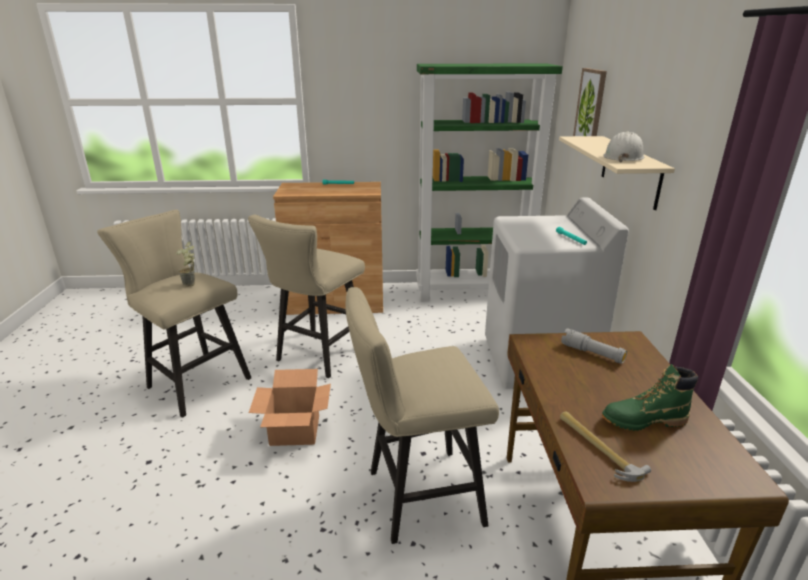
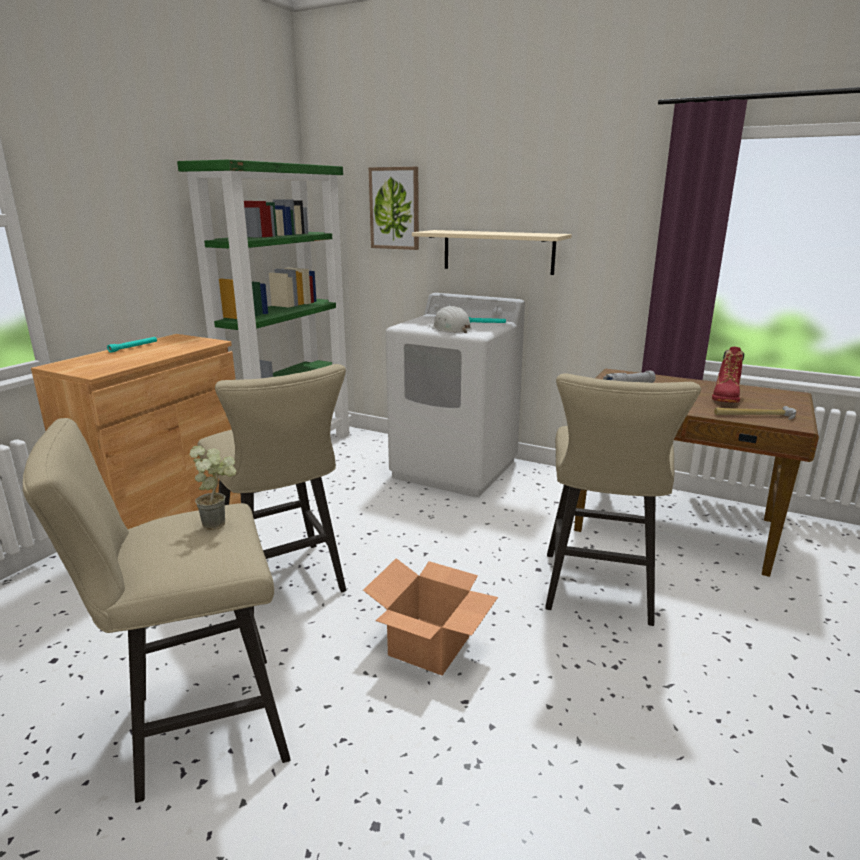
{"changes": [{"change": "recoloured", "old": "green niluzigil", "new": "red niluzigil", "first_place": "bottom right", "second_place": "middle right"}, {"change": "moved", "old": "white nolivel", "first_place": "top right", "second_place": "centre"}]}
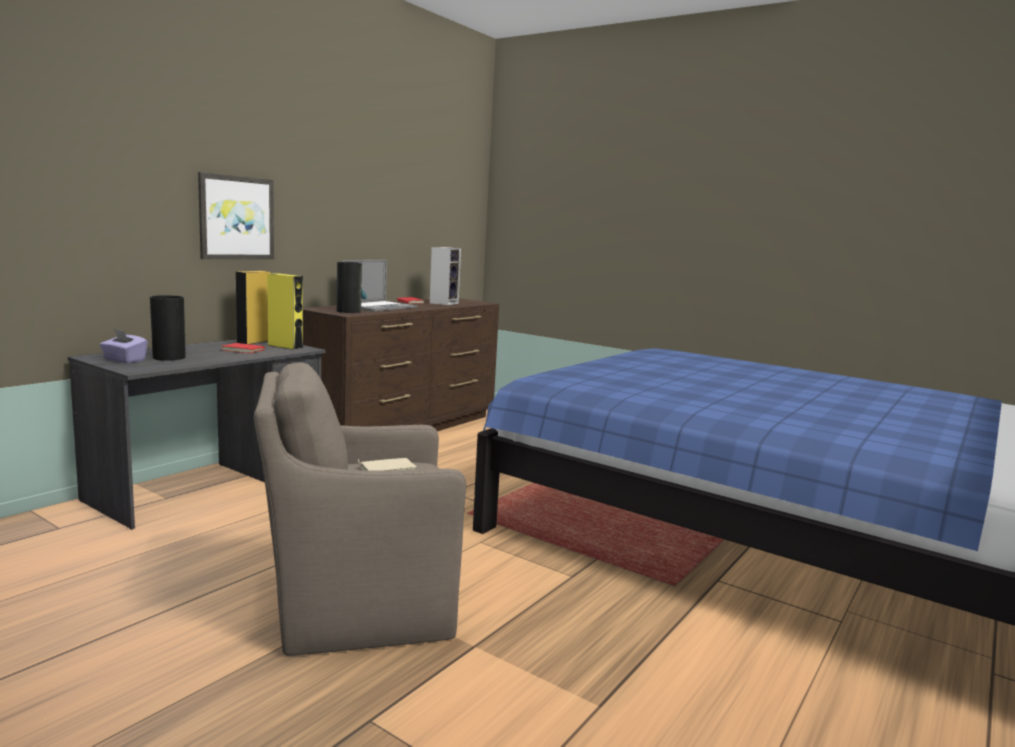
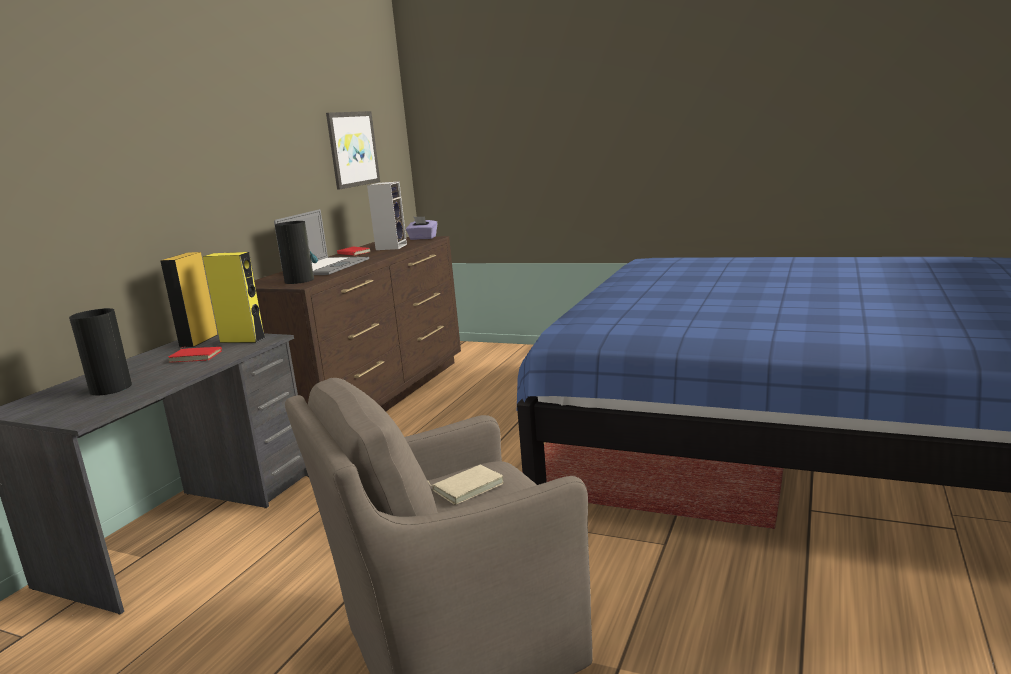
{"changes": [{"change": "moved", "old": "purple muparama", "first_place": "middle left", "second_place": "centre"}, {"change": "moved", "old": "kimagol", "first_place": "top left", "second_place": "top centre"}]}
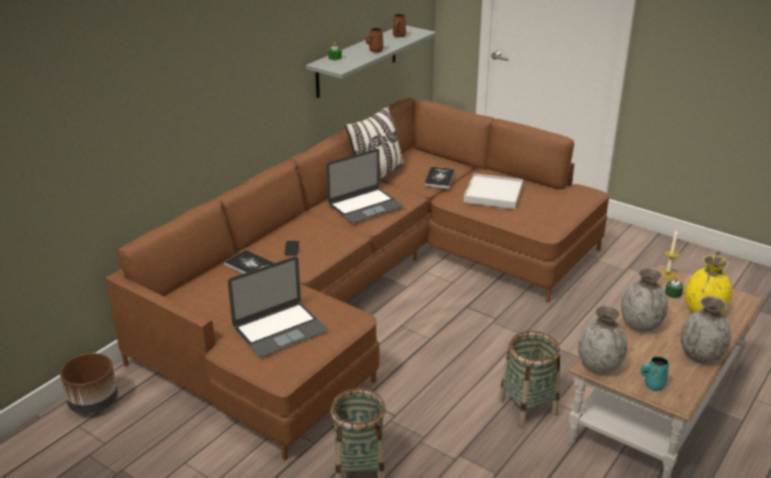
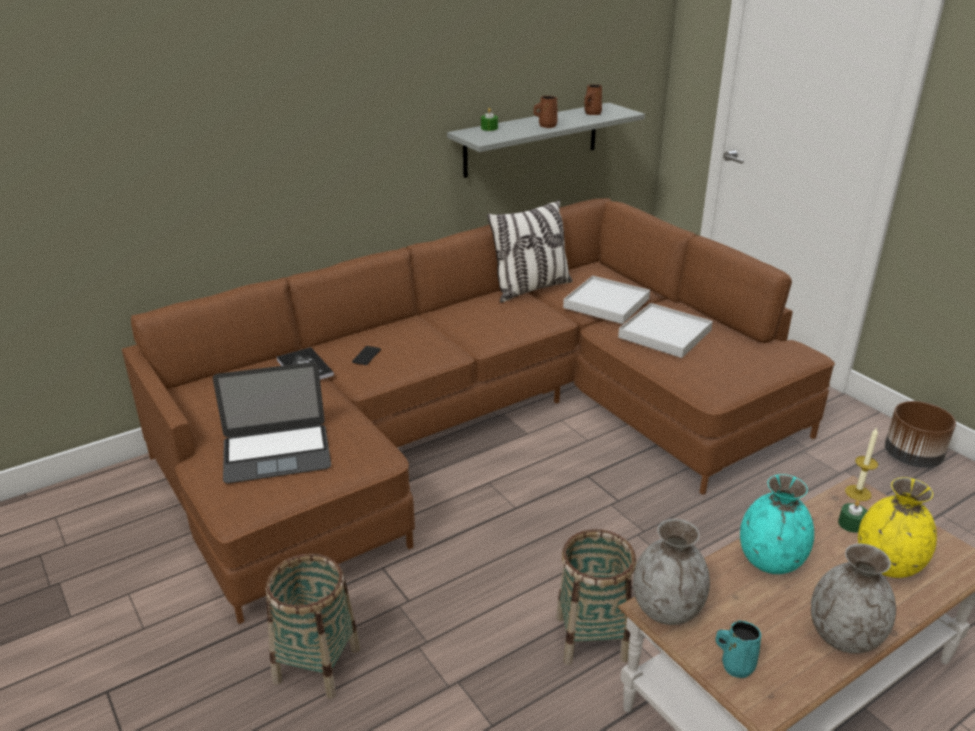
{"changes": [{"change": "moved", "old": "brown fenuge", "first_place": "bottom left", "second_place": "middle right"}, {"change": "removed", "old": "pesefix (2nd from left)", "first_place": "centre"}, {"change": "replaced", "old": "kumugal (2nd from left)", "new": "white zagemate (1st from left)", "first_place": "centre", "second_place": "centre"}, {"change": "recoloured", "old": "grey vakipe (2nd from left)", "new": "turquoise vakipe", "first_place": "middle right", "second_place": "bottom right"}]}
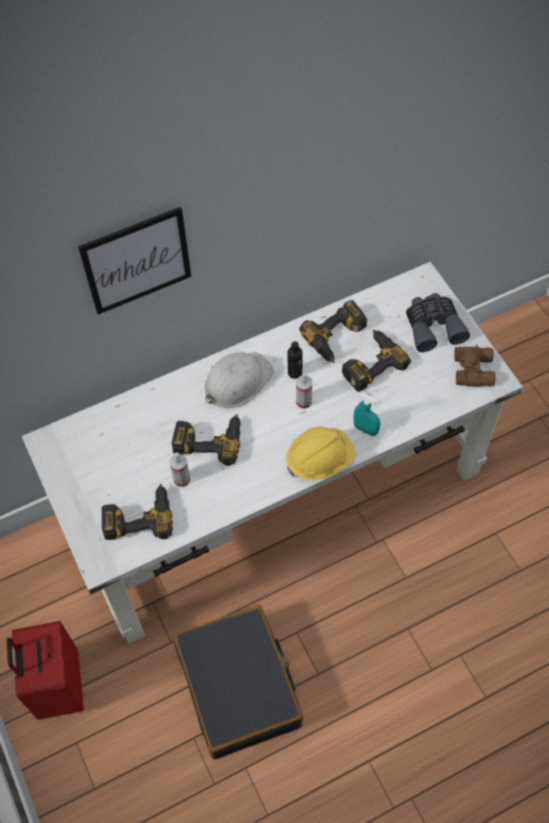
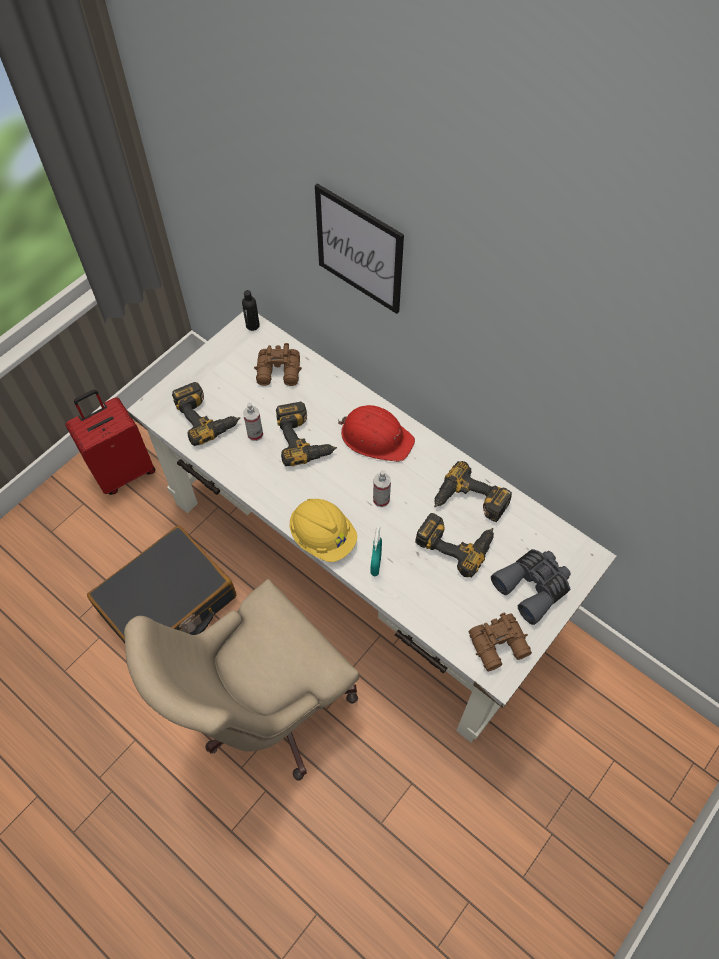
{"changes": [{"change": "recoloured", "old": "white nolivel", "new": "red nolivel", "first_place": "centre", "second_place": "centre"}, {"change": "moved", "old": "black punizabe", "first_place": "centre", "second_place": "top centre"}, {"change": "added", "new": "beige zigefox", "second_place": "bottom centre"}, {"change": "added", "new": "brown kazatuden (1st from left)", "second_place": "centre"}]}
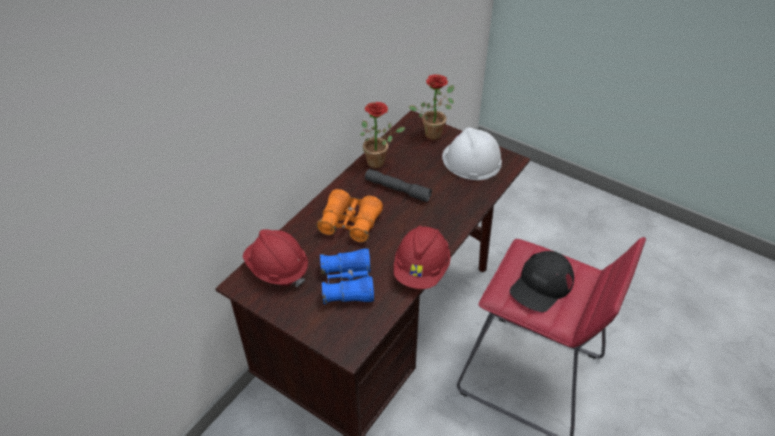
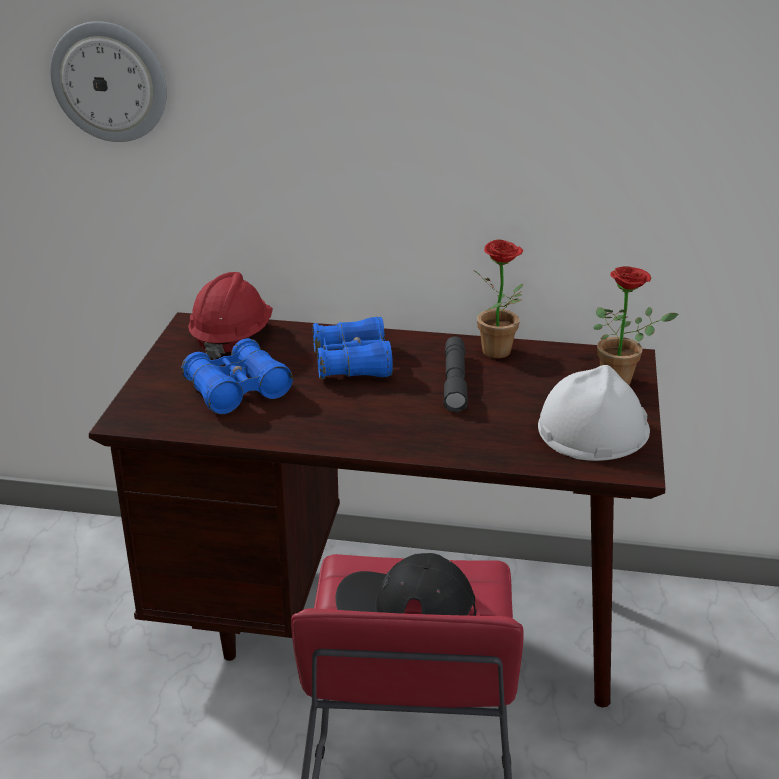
{"changes": [{"change": "recoloured", "old": "orange kazatuden", "new": "blue kazatuden (2nd from left)", "first_place": "centre", "second_place": "centre"}, {"change": "removed", "old": "red nolivel (2nd from left)", "first_place": "centre"}, {"change": "added", "new": "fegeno", "second_place": "top left"}]}
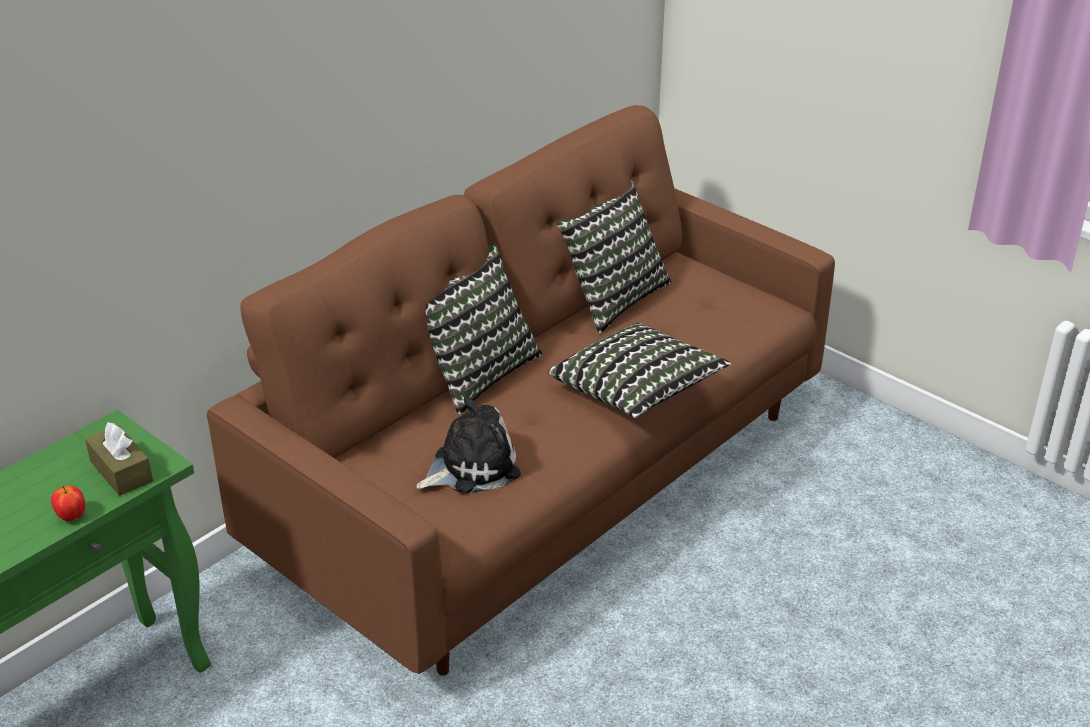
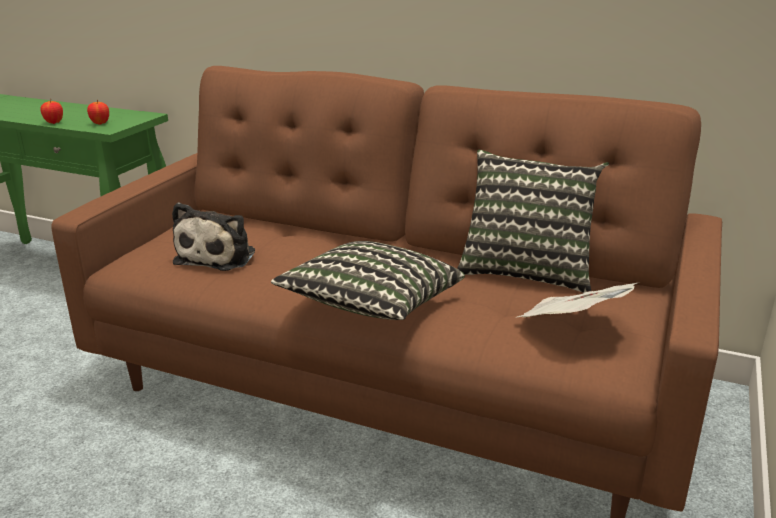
{"changes": [{"change": "replaced", "old": "brown muparama", "new": "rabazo (2nd from left)", "first_place": "middle left", "second_place": "top left"}, {"change": "turned", "old": "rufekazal", "first_place": "centre", "second_place": "middle left", "degrees": 60}, {"change": "removed", "old": "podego (1st from left)", "first_place": "centre"}, {"change": "added", "new": "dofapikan", "second_place": "middle right"}]}
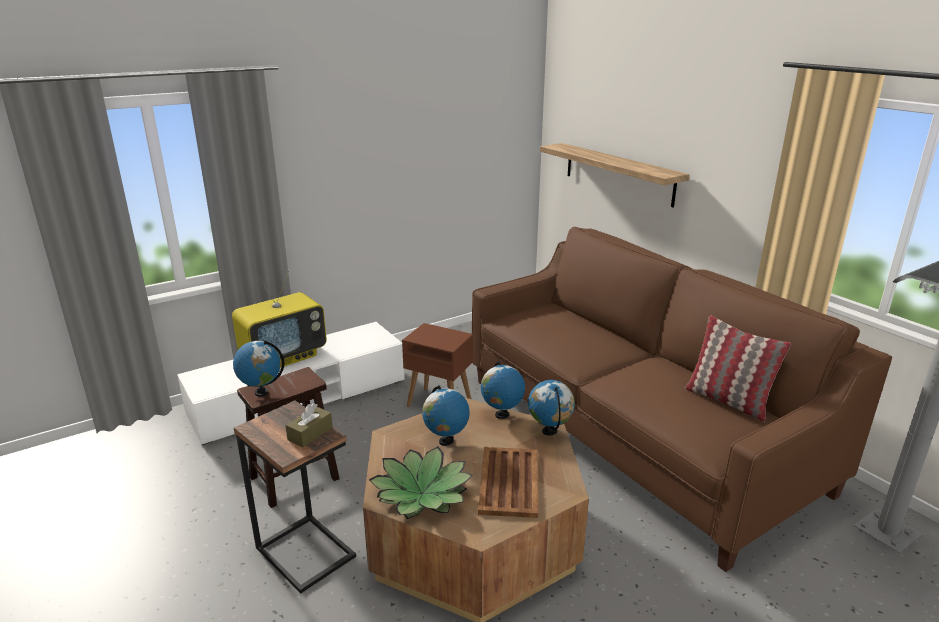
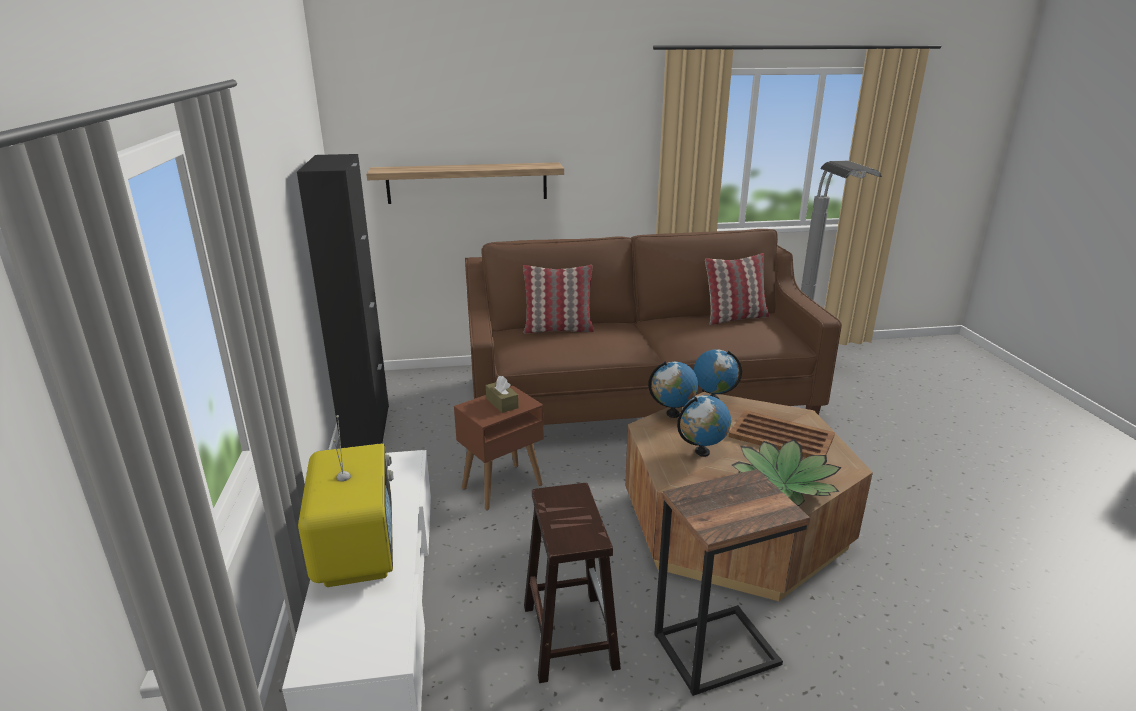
{"changes": [{"change": "removed", "old": "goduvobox (1st from left)", "first_place": "middle left"}, {"change": "moved", "old": "brown muparama", "first_place": "bottom left", "second_place": "centre"}, {"change": "added", "new": "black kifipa", "second_place": "middle left"}, {"change": "added", "new": "podego (1st from left)", "second_place": "centre"}]}
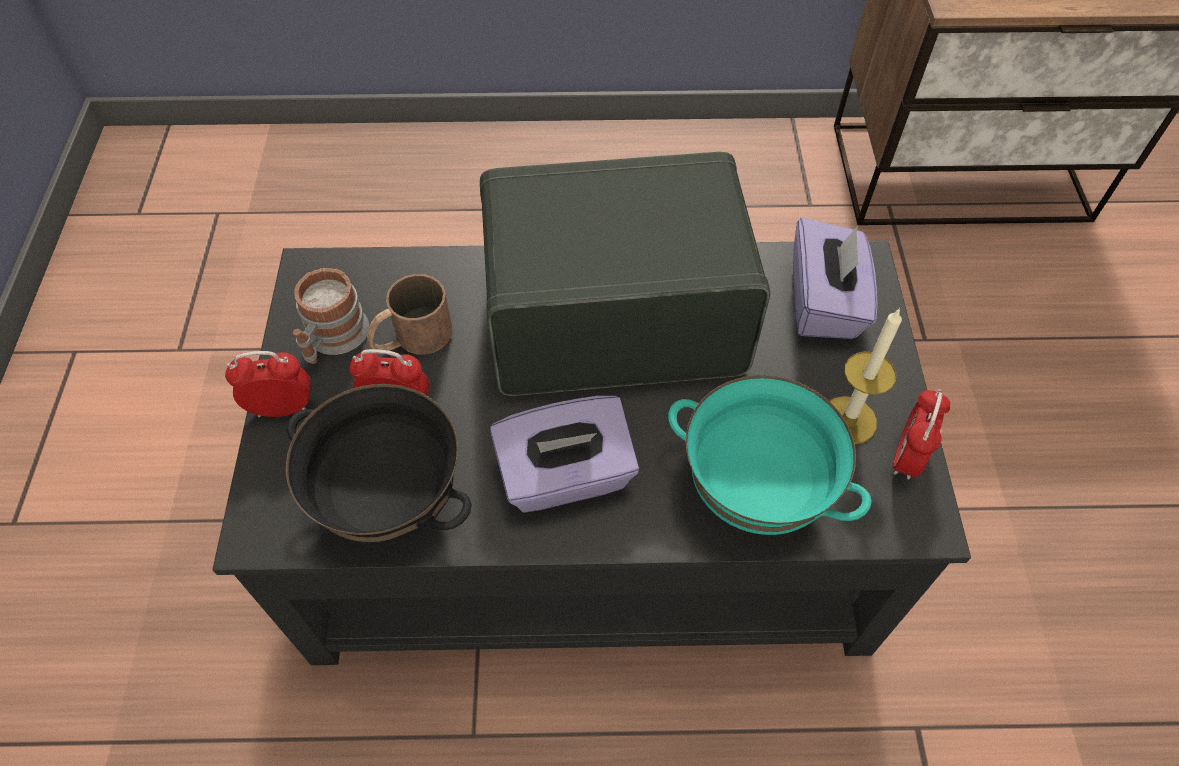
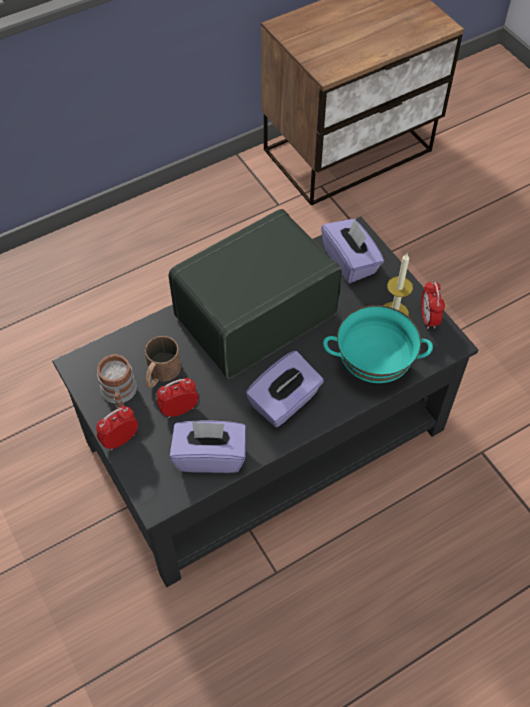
{"changes": [{"change": "replaced", "old": "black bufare", "new": "purple muparama (1st from left)", "first_place": "middle left", "second_place": "centre"}]}
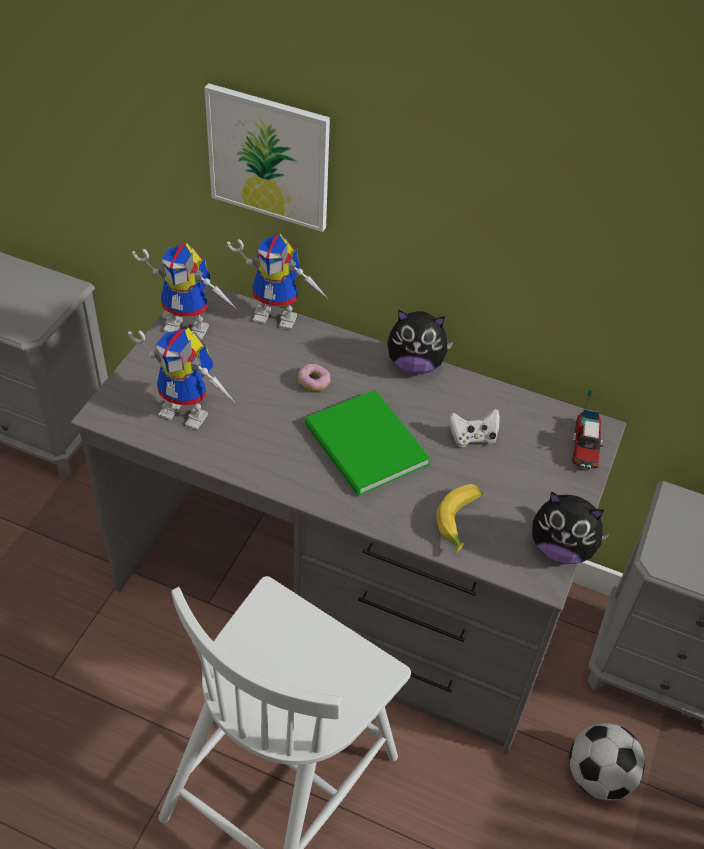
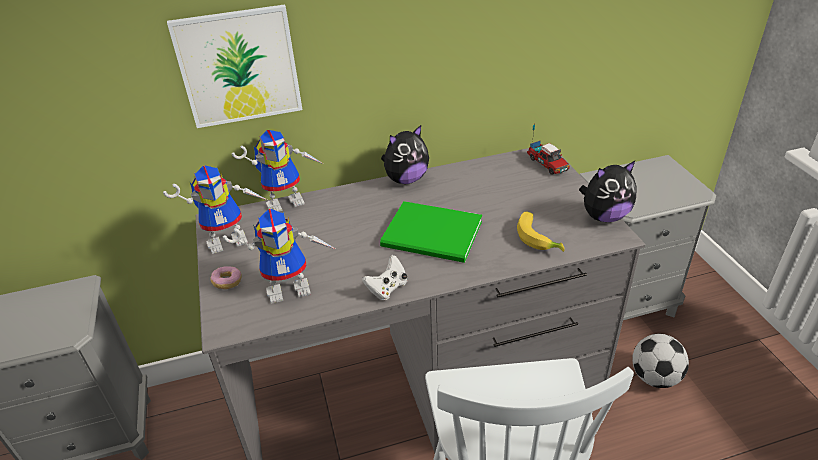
{"changes": [{"change": "moved", "old": "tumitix", "first_place": "centre", "second_place": "middle left"}, {"change": "moved", "old": "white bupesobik", "first_place": "middle right", "second_place": "centre"}]}
